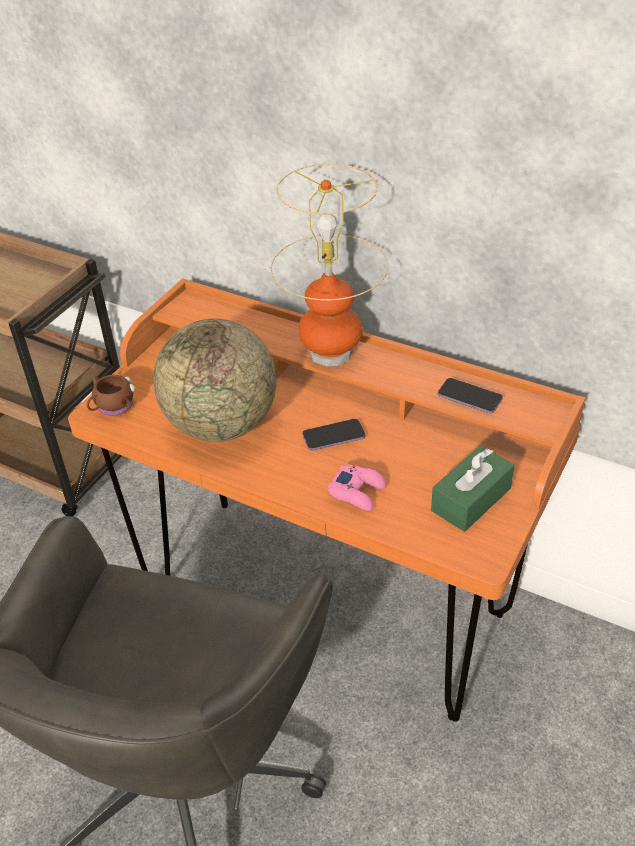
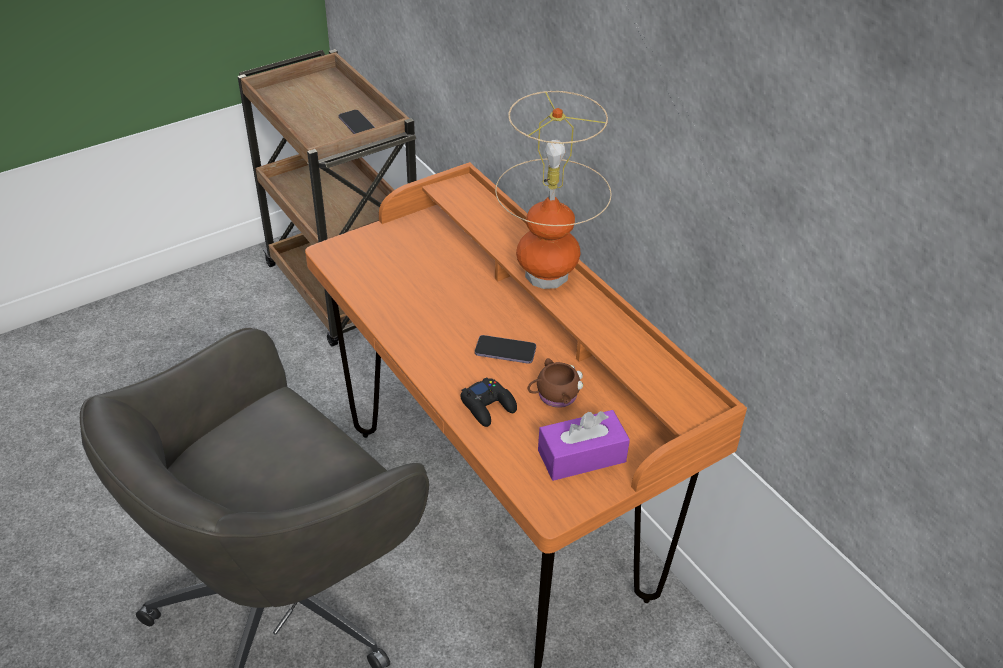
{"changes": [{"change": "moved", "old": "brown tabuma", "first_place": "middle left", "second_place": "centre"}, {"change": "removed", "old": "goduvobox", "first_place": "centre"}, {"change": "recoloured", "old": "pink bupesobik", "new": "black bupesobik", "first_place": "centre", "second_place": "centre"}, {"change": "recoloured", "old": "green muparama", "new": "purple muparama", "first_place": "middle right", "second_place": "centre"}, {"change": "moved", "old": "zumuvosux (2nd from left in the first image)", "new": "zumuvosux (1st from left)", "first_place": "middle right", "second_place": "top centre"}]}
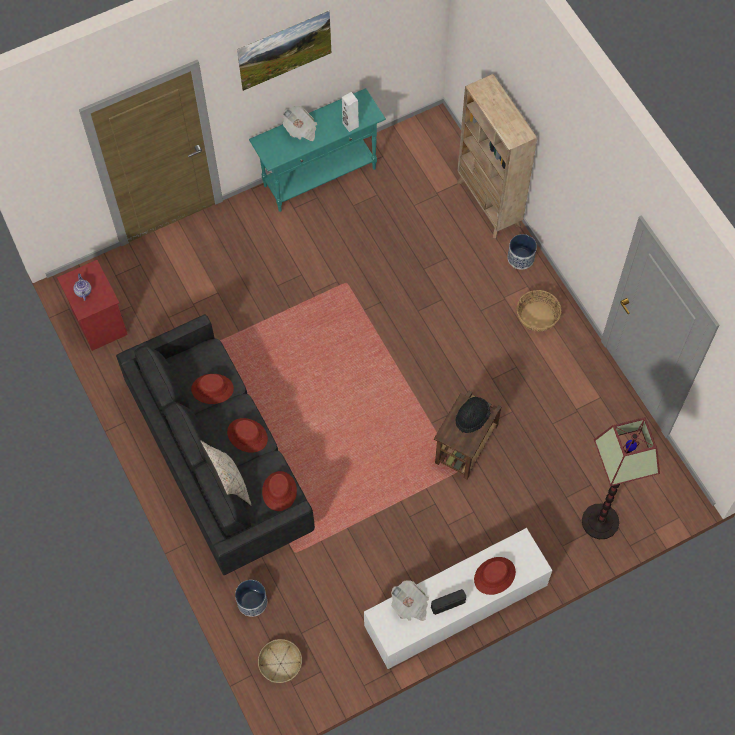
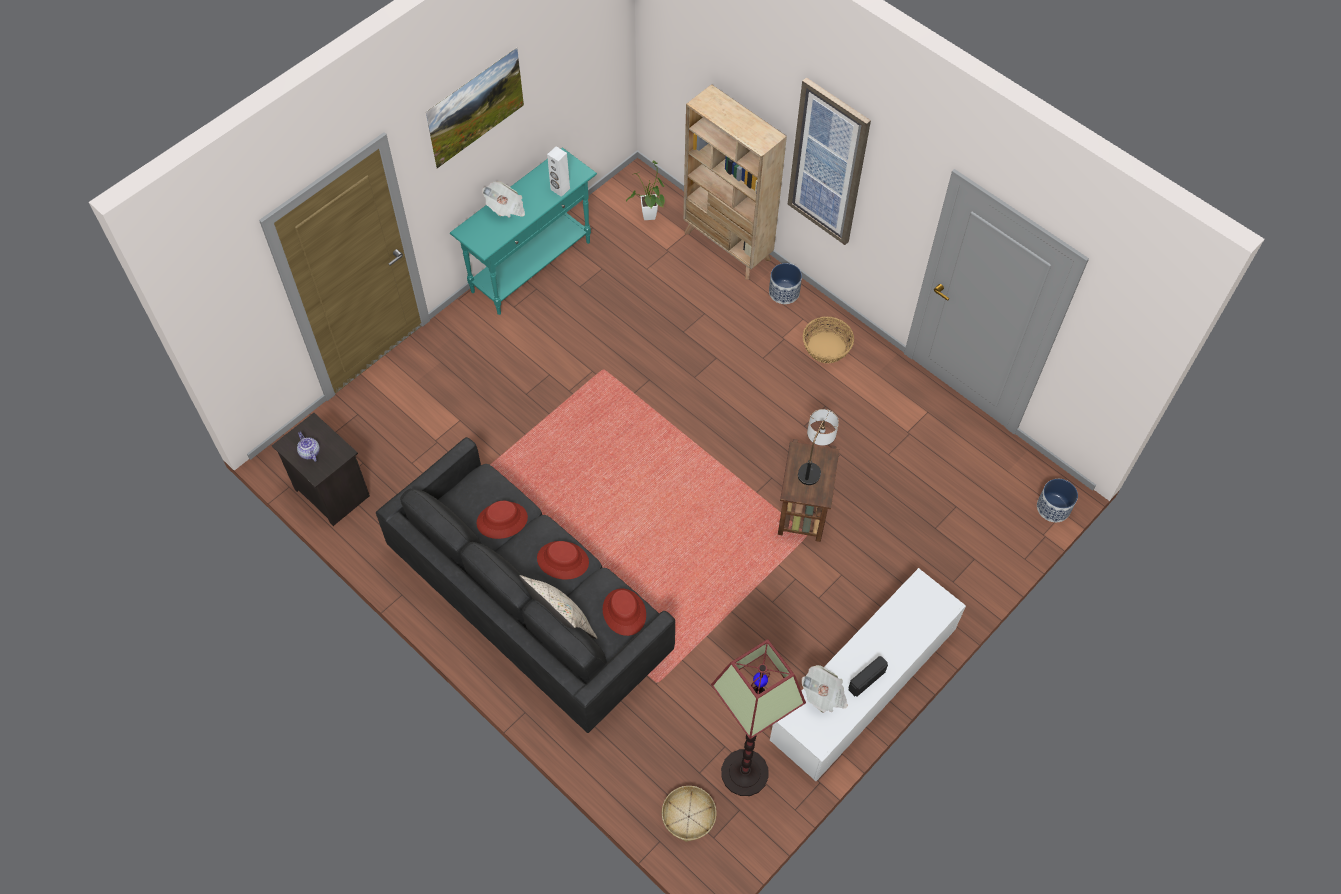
{"changes": [{"change": "recoloured", "old": "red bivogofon", "new": "black bivogofon", "first_place": "middle left", "second_place": "middle left"}, {"change": "moved", "old": "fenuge (1st from left in the first image)", "new": "fenuge (2nd from left)", "first_place": "bottom centre", "second_place": "middle right"}, {"change": "replaced", "old": "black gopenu", "new": "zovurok", "first_place": "centre", "second_place": "centre"}, {"change": "removed", "old": "red gopenu (4th from left)", "first_place": "bottom right"}, {"change": "moved", "old": "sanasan", "first_place": "middle right", "second_place": "bottom centre"}, {"change": "added", "new": "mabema", "second_place": "top centre"}, {"change": "added", "new": "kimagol (2nd from left)", "second_place": "top centre"}]}
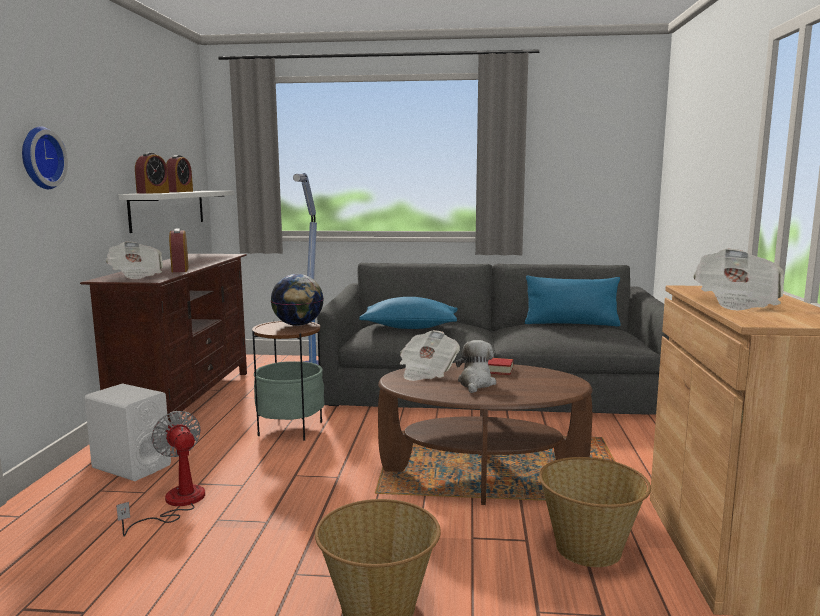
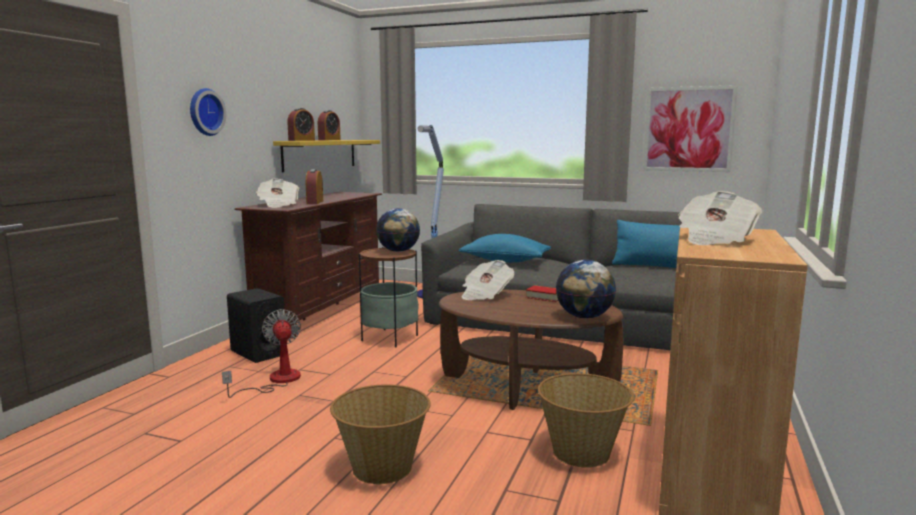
{"changes": [{"change": "recoloured", "old": "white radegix", "new": "black radegix", "first_place": "bottom left", "second_place": "middle left"}, {"change": "recoloured", "old": "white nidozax", "new": "yellow nidozax", "first_place": "middle left", "second_place": "top centre"}, {"change": "removed", "old": "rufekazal", "first_place": "centre"}, {"change": "added", "new": "goduvobox (2nd from left)", "second_place": "centre"}, {"change": "added", "new": "kimagol", "second_place": "top right"}]}
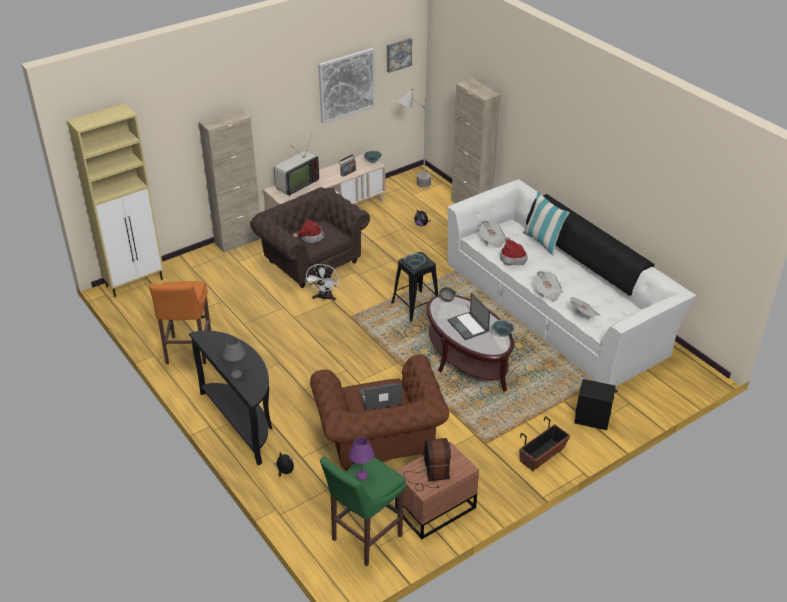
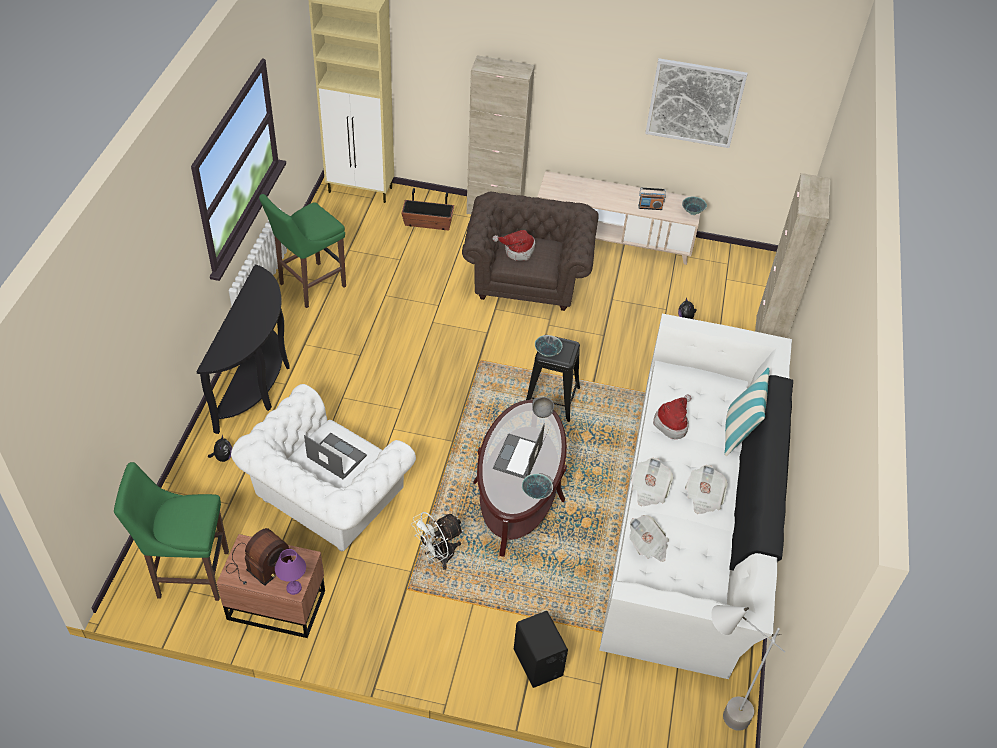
{"changes": [{"change": "recoloured", "old": "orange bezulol", "new": "green bezulol (2nd from left)", "first_place": "middle left", "second_place": "middle left"}, {"change": "removed", "old": "grey zovurok", "first_place": "middle left"}, {"change": "removed", "old": "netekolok", "first_place": "top centre"}, {"change": "moved", "old": "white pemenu", "first_place": "centre", "second_place": "bottom centre"}, {"change": "recoloured", "old": "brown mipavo (2nd from left)", "new": "white mipavo", "first_place": "bottom centre", "second_place": "middle left"}, {"change": "moved", "old": "purple zovurok", "first_place": "bottom centre", "second_place": "bottom left"}, {"change": "removed", "old": "kimagol (2nd from left)", "first_place": "top centre"}, {"change": "moved", "old": "grey sanasan", "first_place": "top centre", "second_place": "bottom right"}, {"change": "moved", "old": "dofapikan (1st from left in the first image)", "new": "dofapikan (3rd from left)", "first_place": "centre", "second_place": "middle right"}, {"change": "moved", "old": "fenuge", "first_place": "bottom right", "second_place": "top centre"}]}
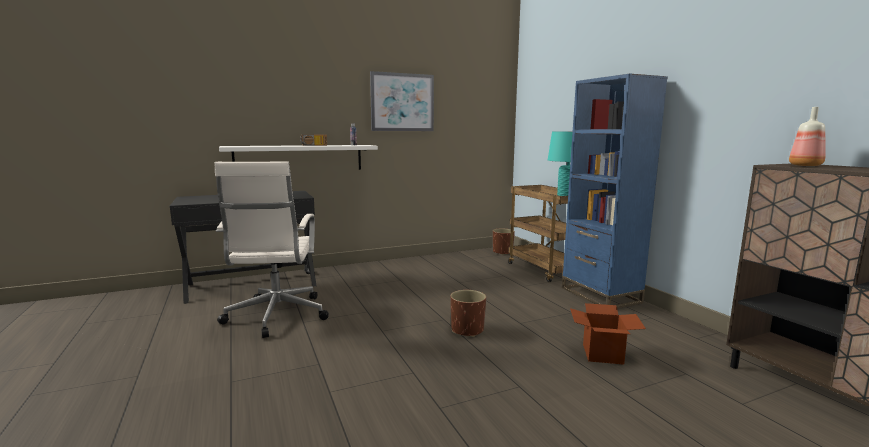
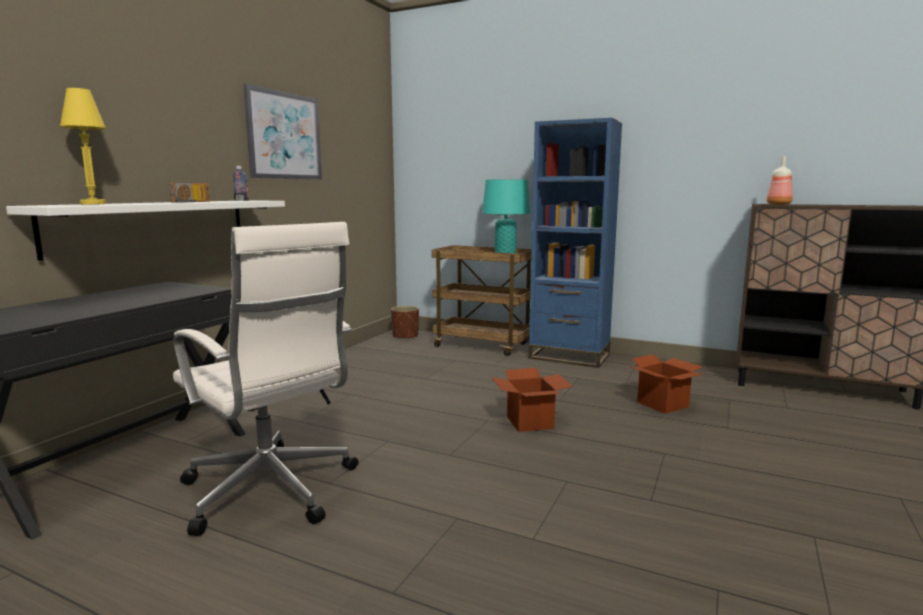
{"changes": [{"change": "replaced", "old": "brown fenuge (1st from left)", "new": "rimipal (1st from left)", "first_place": "bottom centre", "second_place": "centre"}, {"change": "added", "new": "yellow zovurok", "second_place": "top left"}]}
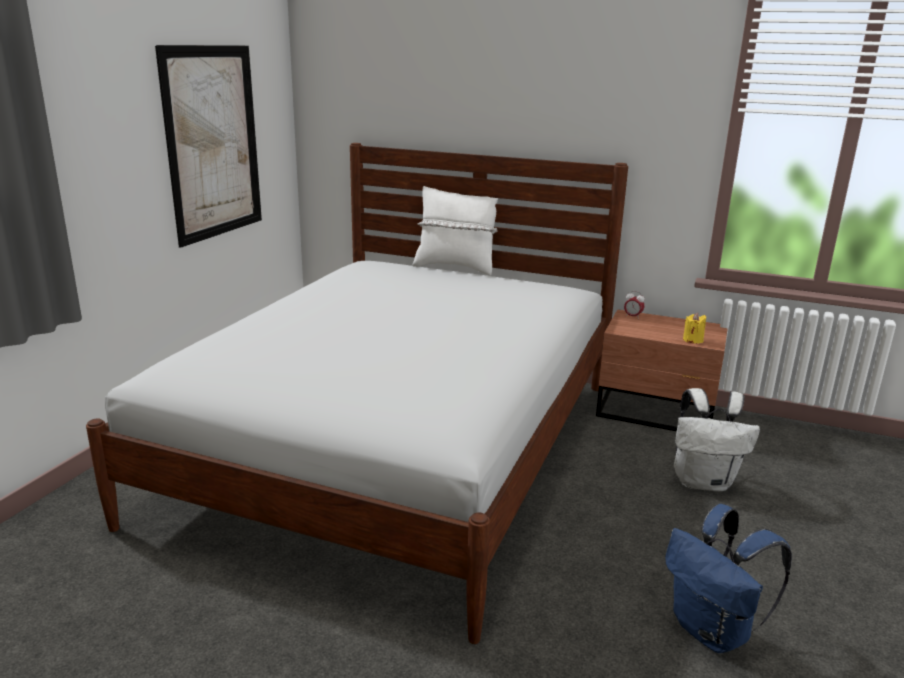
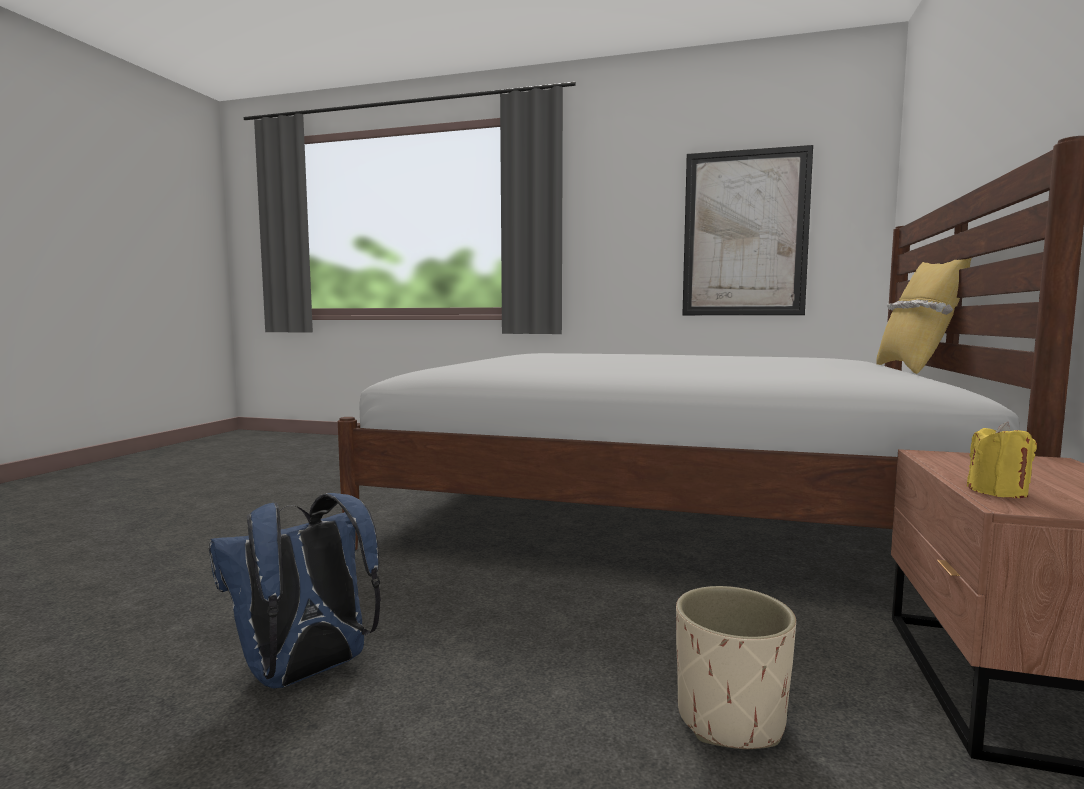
{"changes": [{"change": "recoloured", "old": "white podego", "new": "yellow podego", "first_place": "centre", "second_place": "middle right"}, {"change": "removed", "old": "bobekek", "first_place": "middle right"}, {"change": "replaced", "old": "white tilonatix", "new": "beige fenuge", "first_place": "middle right", "second_place": "bottom right"}]}
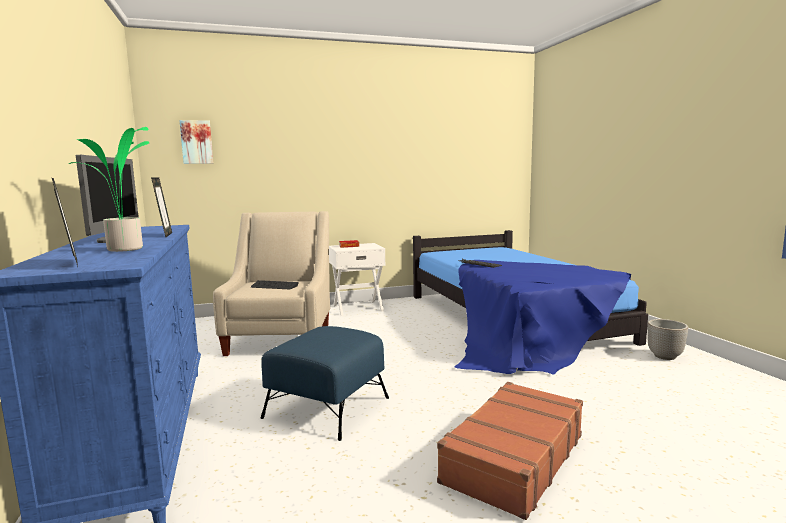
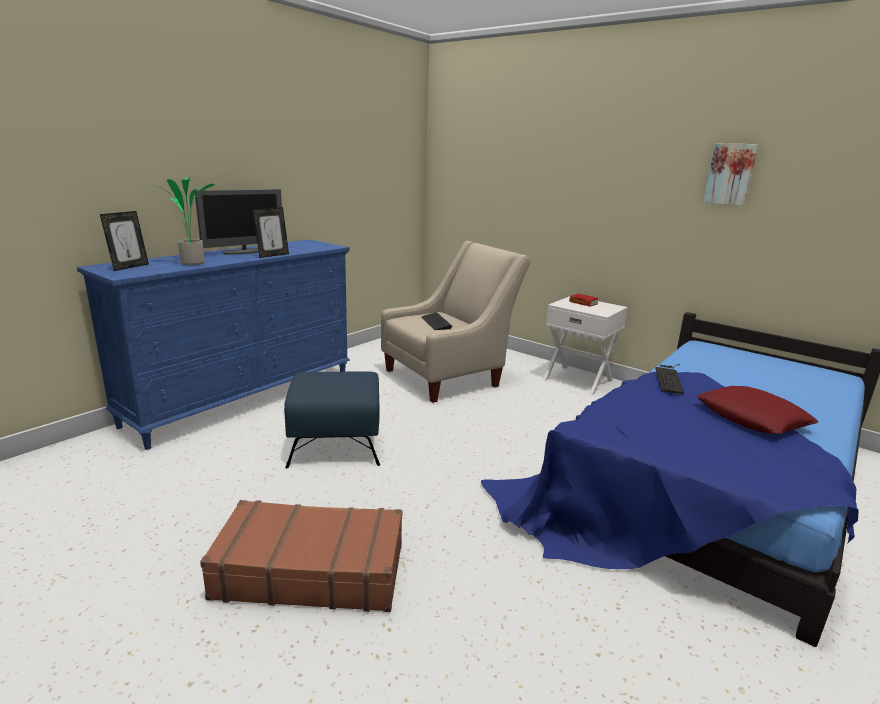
{"changes": [{"change": "moved", "old": "kimagol", "first_place": "top left", "second_place": "top right"}, {"change": "removed", "old": "fenuge", "first_place": "middle right"}, {"change": "added", "new": "red podego", "second_place": "middle right"}]}
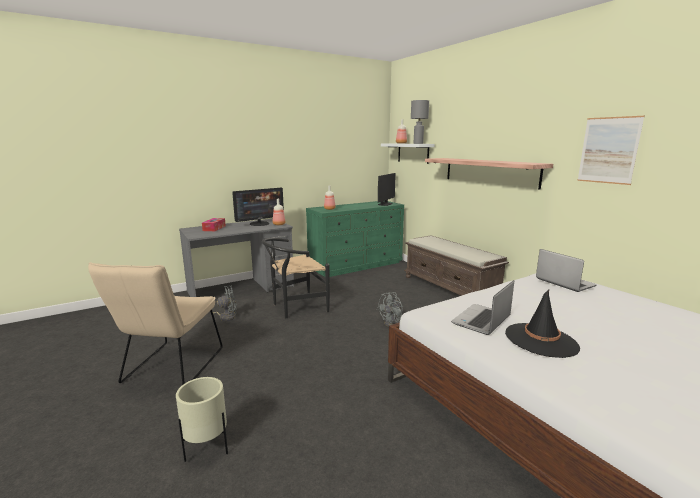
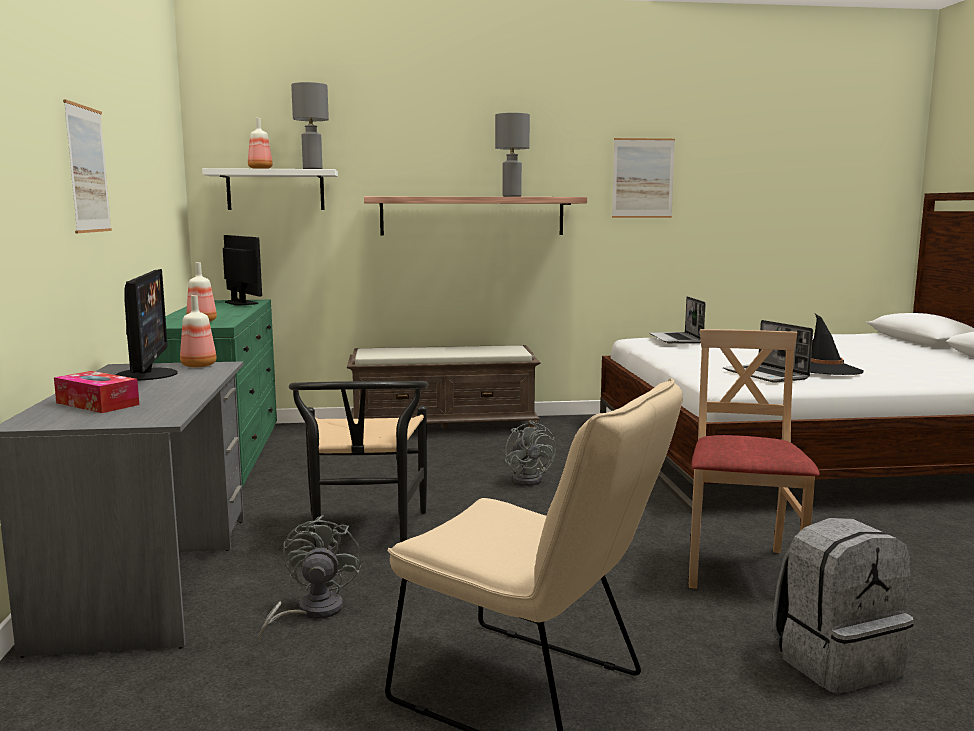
{"changes": [{"change": "replaced", "old": "beige fenuge", "new": "grey tilonatix", "first_place": "bottom left", "second_place": "bottom right"}, {"change": "turned", "old": "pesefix (2nd from left in the first image)", "first_place": "middle right", "second_place": "middle right", "degrees": -90}, {"change": "added", "new": "kimagol (1st from left)", "second_place": "top left"}, {"change": "added", "new": "grey zovurok (2nd from left)", "second_place": "top centre"}, {"change": "added", "new": "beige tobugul (2nd from left)", "second_place": "middle right"}]}
